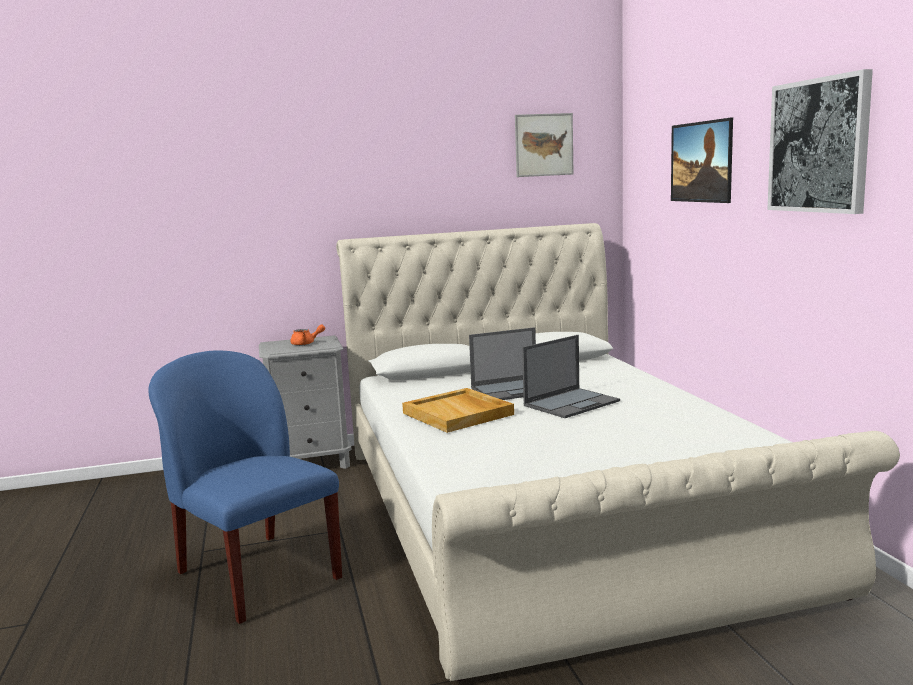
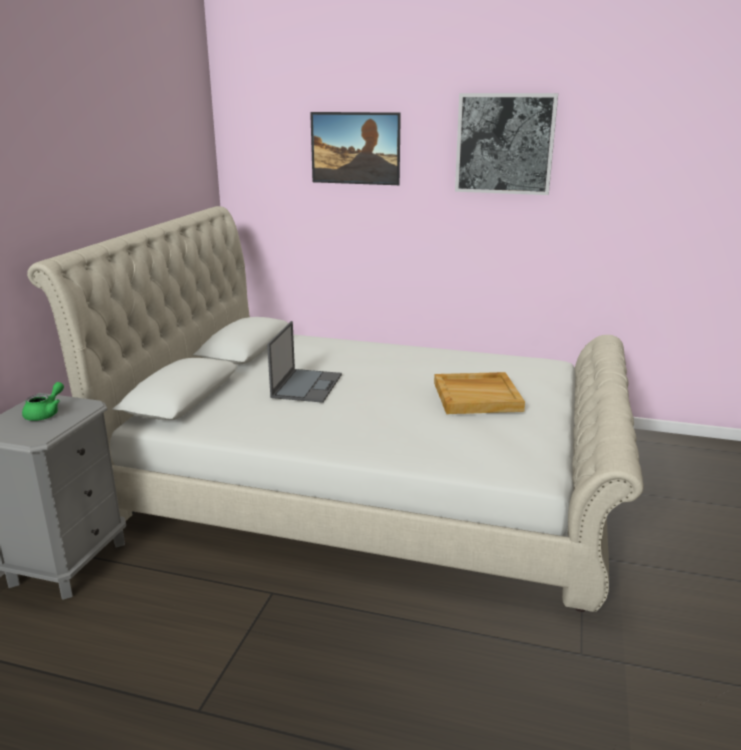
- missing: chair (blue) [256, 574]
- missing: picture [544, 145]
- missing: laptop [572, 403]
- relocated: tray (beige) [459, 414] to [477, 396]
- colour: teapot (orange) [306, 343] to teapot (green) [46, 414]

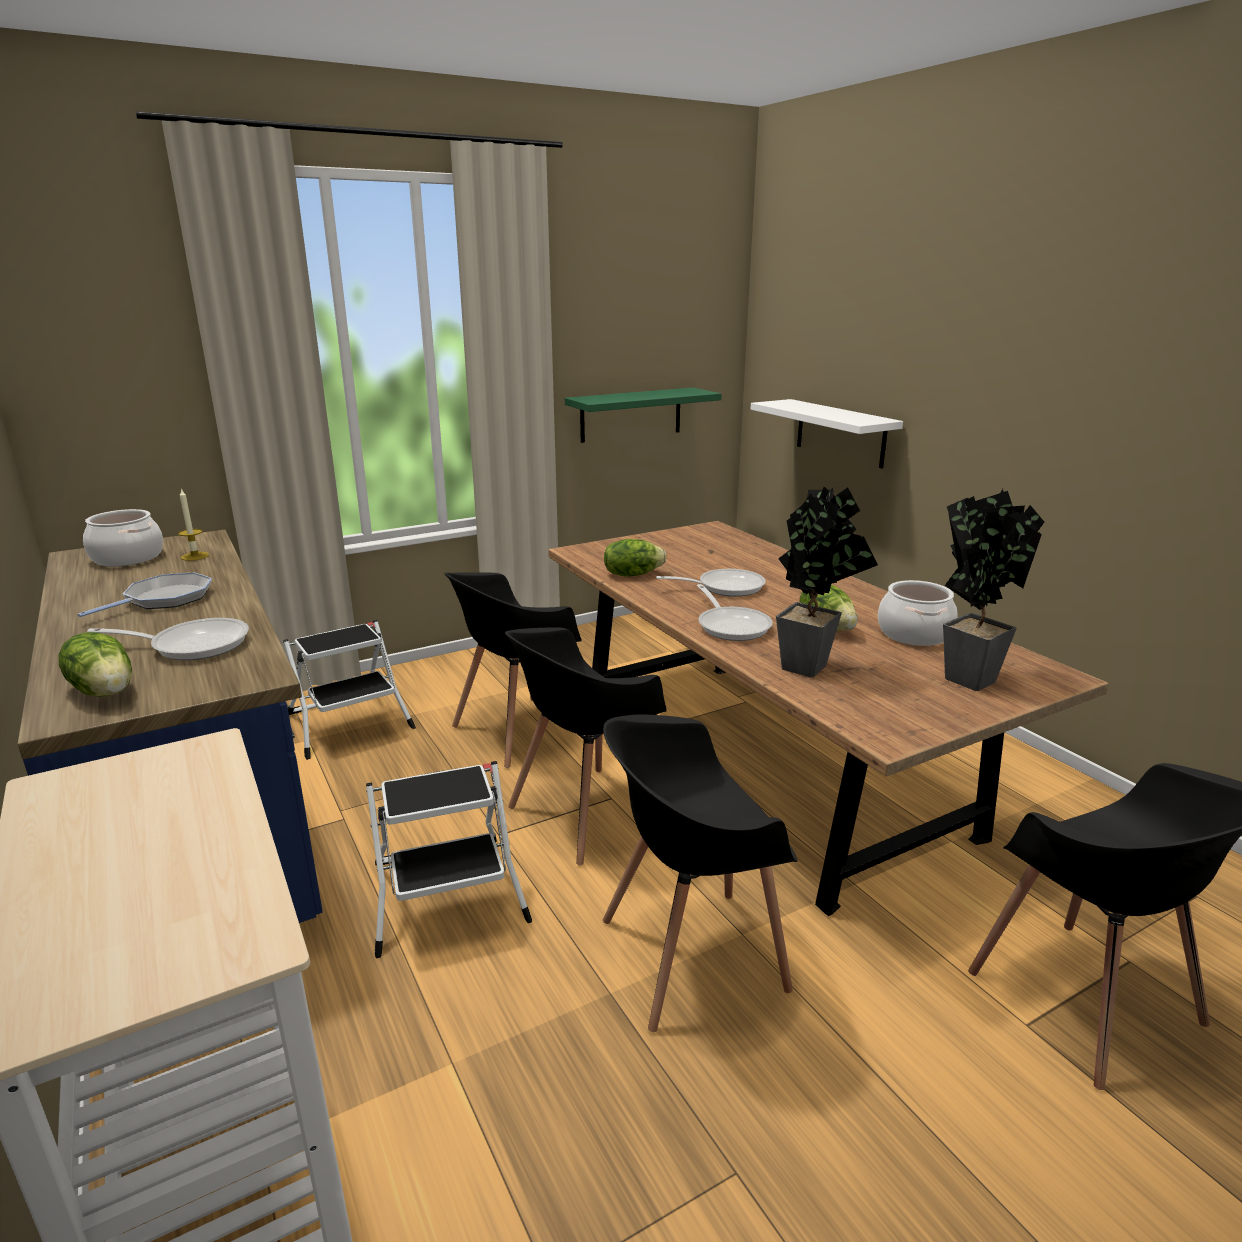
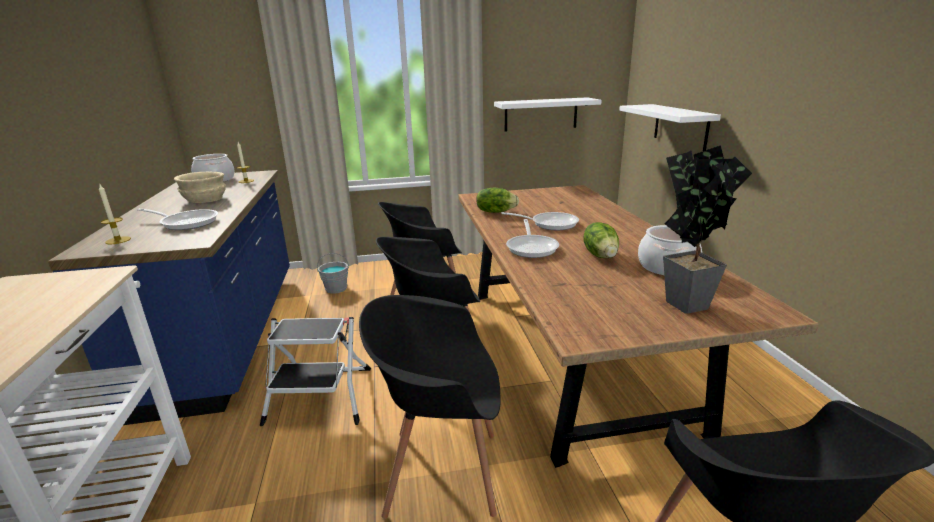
- missing: potted plant [811, 665]
- exchanged: lettuce [105, 690] to candle [118, 240]
- exchanged: frying pan [164, 599] to bowl (beige) [204, 200]
- exchanged: step ladder [347, 722] to bucket (grey) [336, 288]
- colour: shelf (green) [631, 414] to shelf (white) [541, 114]

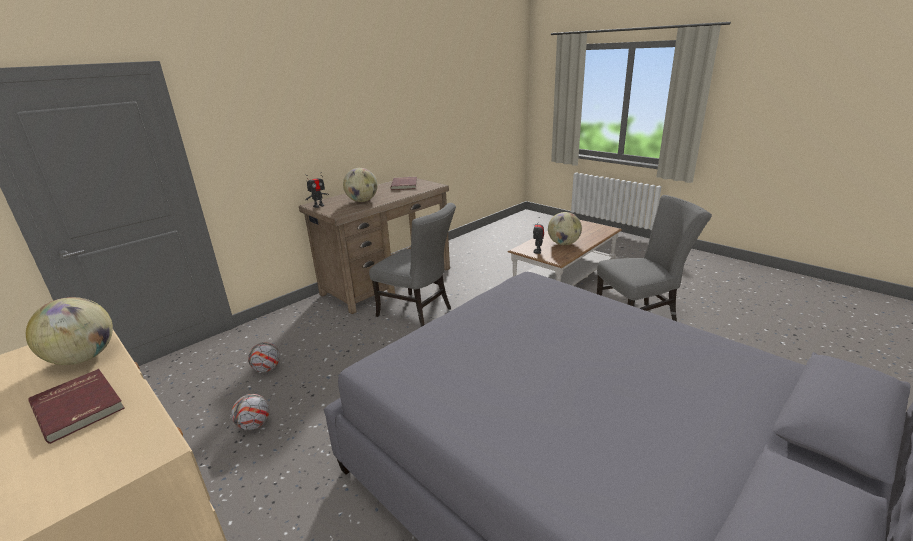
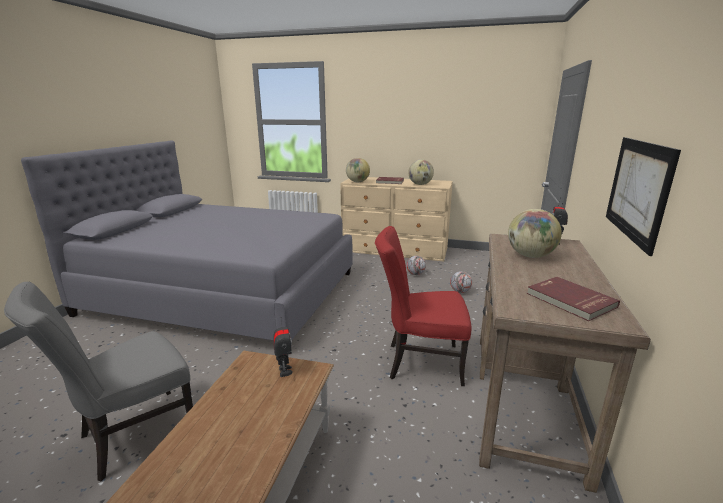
- appeared: picture [637, 190]
- relocated: globe [563, 244] to [357, 182]
- colour: chair (grey) [418, 312] to chair (red) [419, 362]

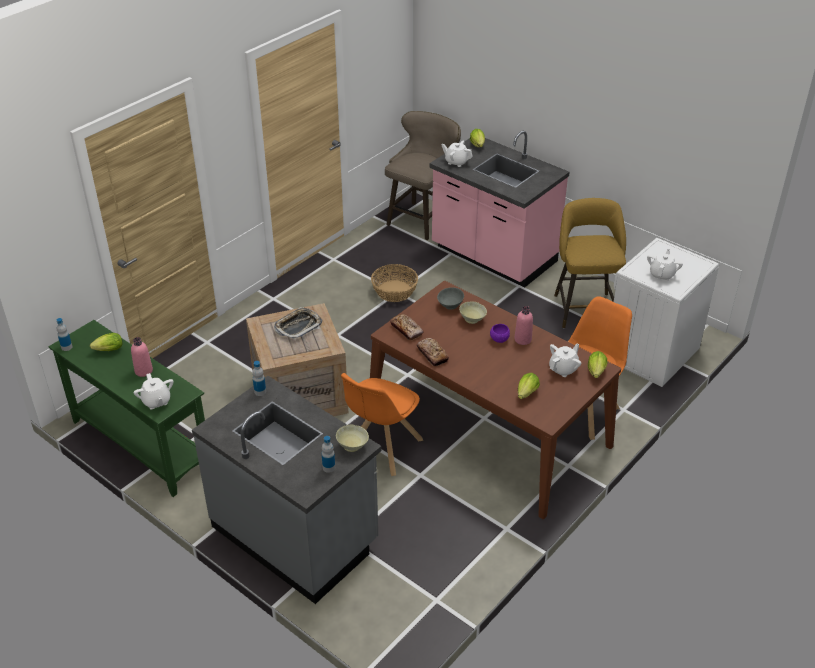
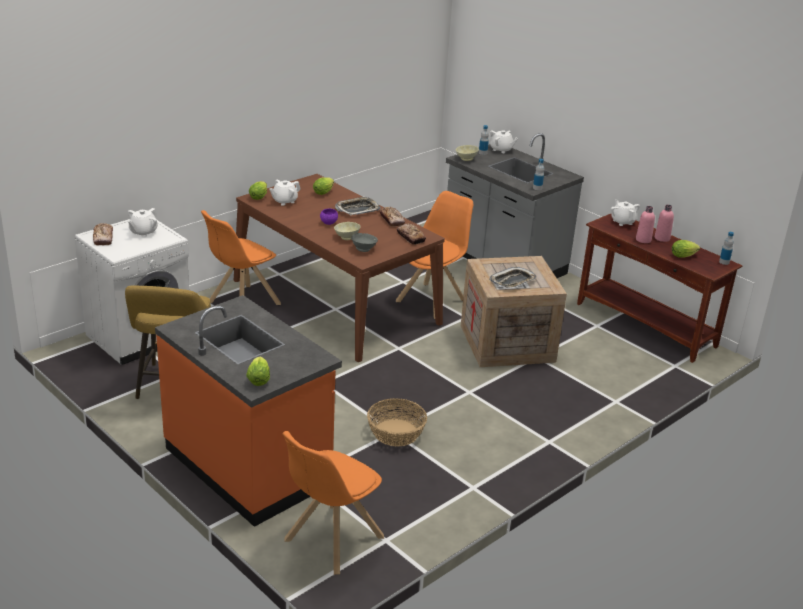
- appeared: bread [103, 238]
- appeared: tray [357, 209]
- relocated: teapot (white) [456, 162] to [501, 150]
- relocated: bottle (pink) [523, 339] to [662, 238]
- exchanged: stool (beige) [422, 219] to chair (orange) [331, 541]
- colour: console table (green) [140, 444] to console table (brown) [646, 325]
- colour: counter (pink) [493, 256] to counter (orange) [249, 465]

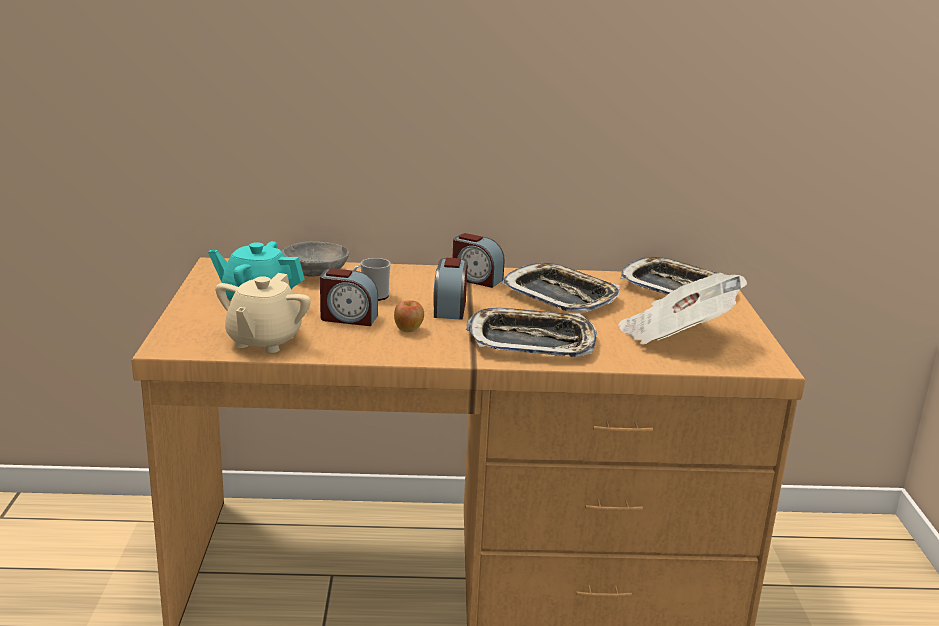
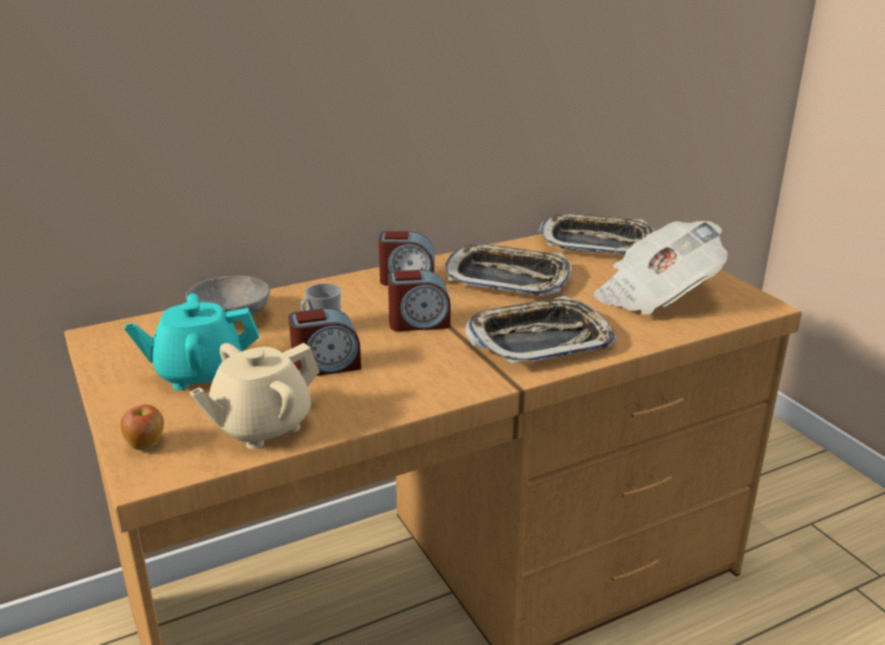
- relocated: apple [408, 330] to [146, 444]
- spun: teapot (beige) [263, 341] = [261, 426] 60 degrees clockwise
- spun: alarm clock [449, 308] = [419, 323] 75 degrees counterclockwise

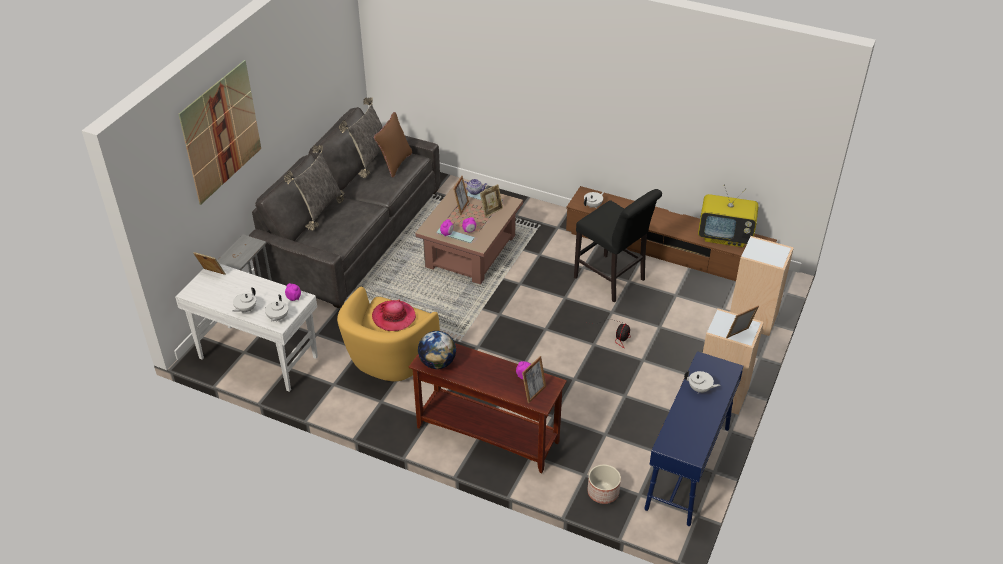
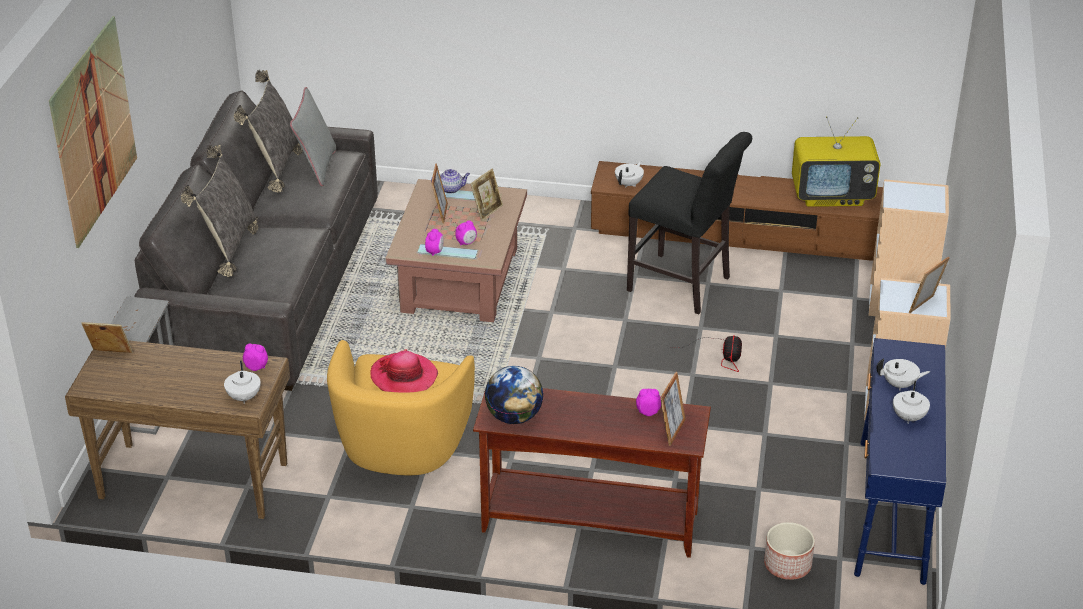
- relocated: teapot (white) [245, 309] to [908, 417]
- colour: console table (white) [257, 358] to console table (brown) [192, 481]
- colour: pillow (brown) [395, 163] to pillow (grey) [316, 167]

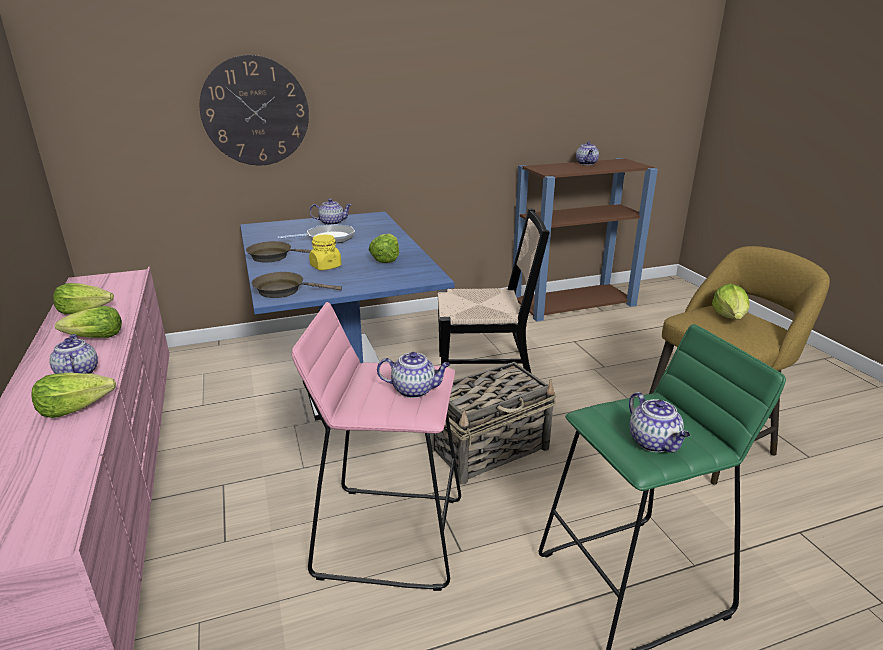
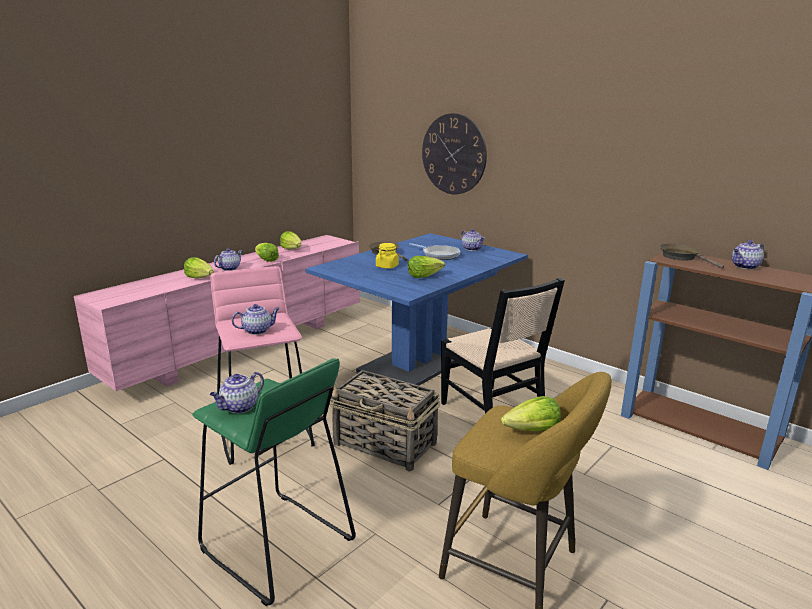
- relocated: frying pan (brown) [284, 290] to [682, 257]
- spun: teapot [415, 390] = [257, 330] 90 degrees counterclockwise

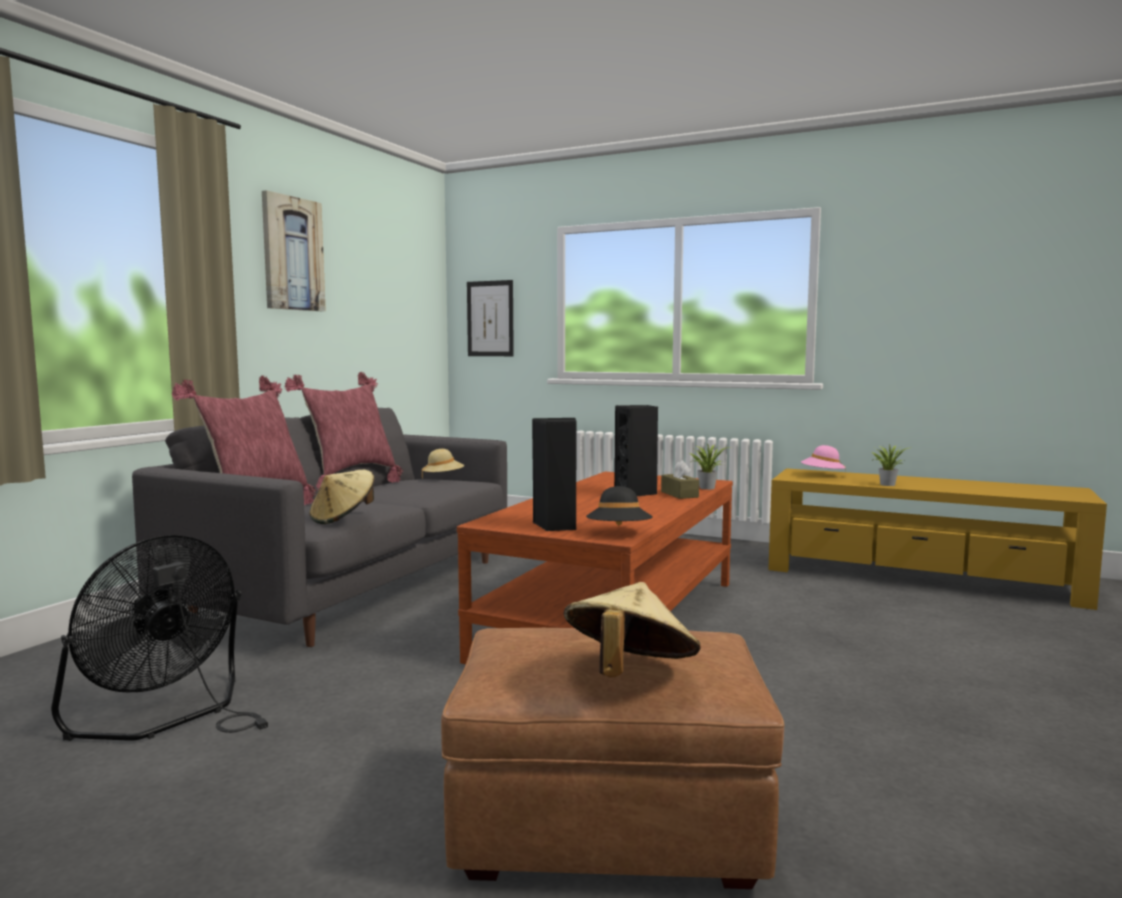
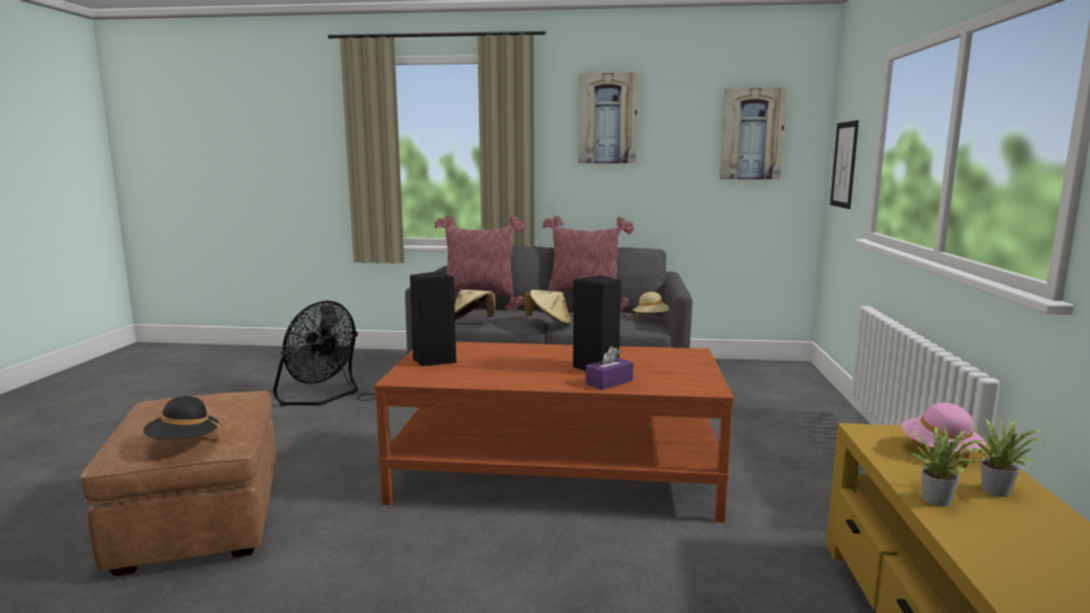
- appeared: picture [752, 134]
- relocated: hat (beige) [628, 674] to [549, 323]
- relocated: hat (black) [619, 533] to [183, 442]
- relocated: potted plant [706, 487] to [997, 490]
- colour: tissue box (brown) [679, 494] to tissue box (purple) [609, 382]
- spun: fan (black) [179, 715] = [333, 395] 75 degrees counterclockwise

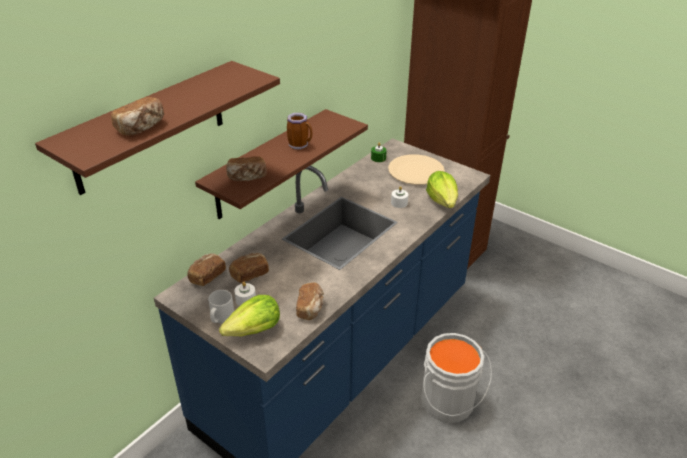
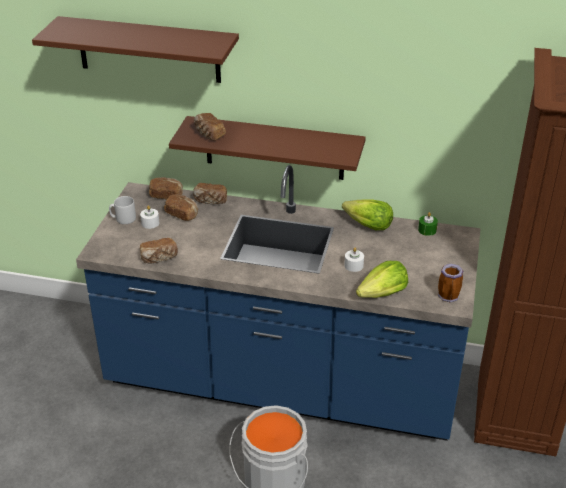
- missing: plate (beige) [416, 171]
- relocated: bread [141, 127] to [210, 201]
- relocated: lettuce [254, 330] to [367, 225]
- relocated: mug [300, 145] to [449, 297]

